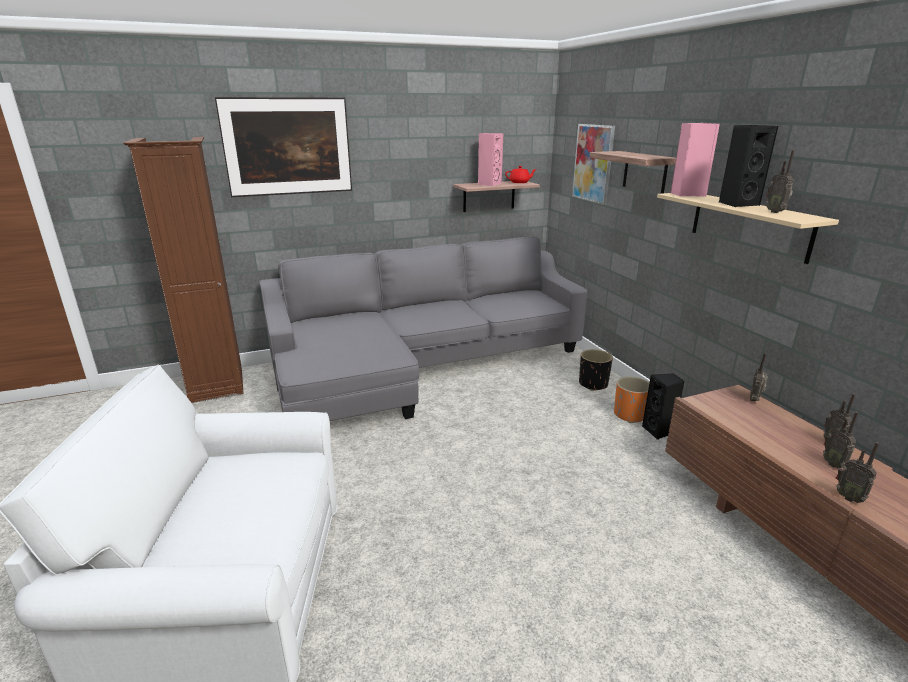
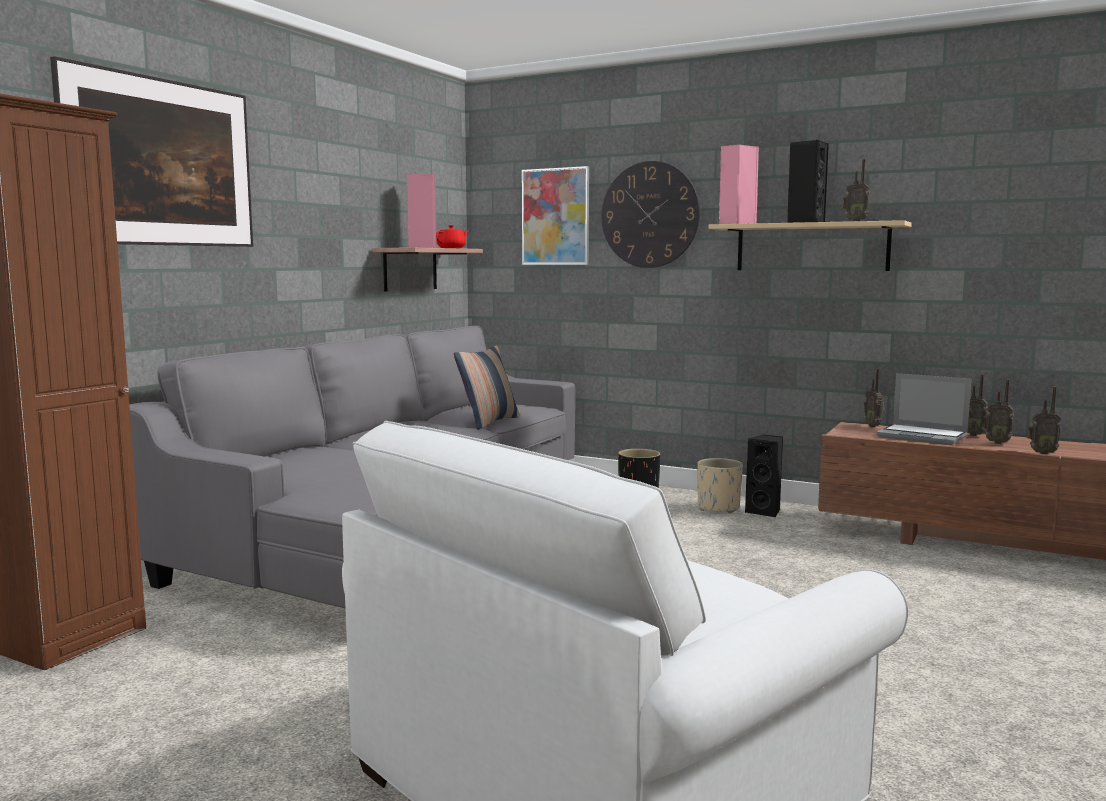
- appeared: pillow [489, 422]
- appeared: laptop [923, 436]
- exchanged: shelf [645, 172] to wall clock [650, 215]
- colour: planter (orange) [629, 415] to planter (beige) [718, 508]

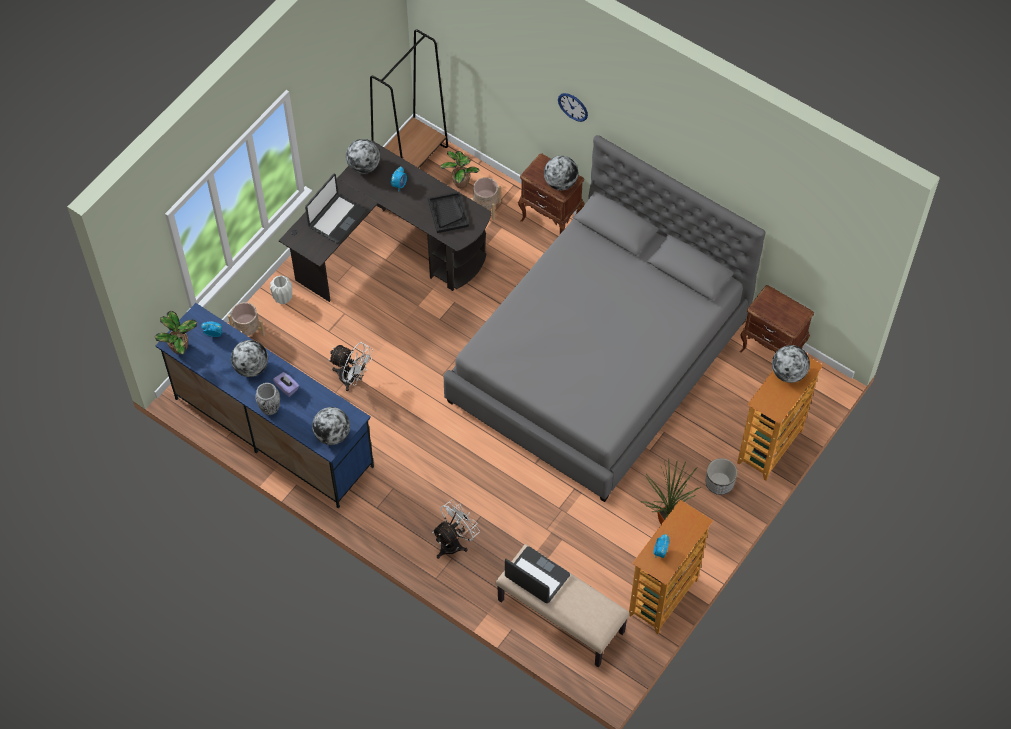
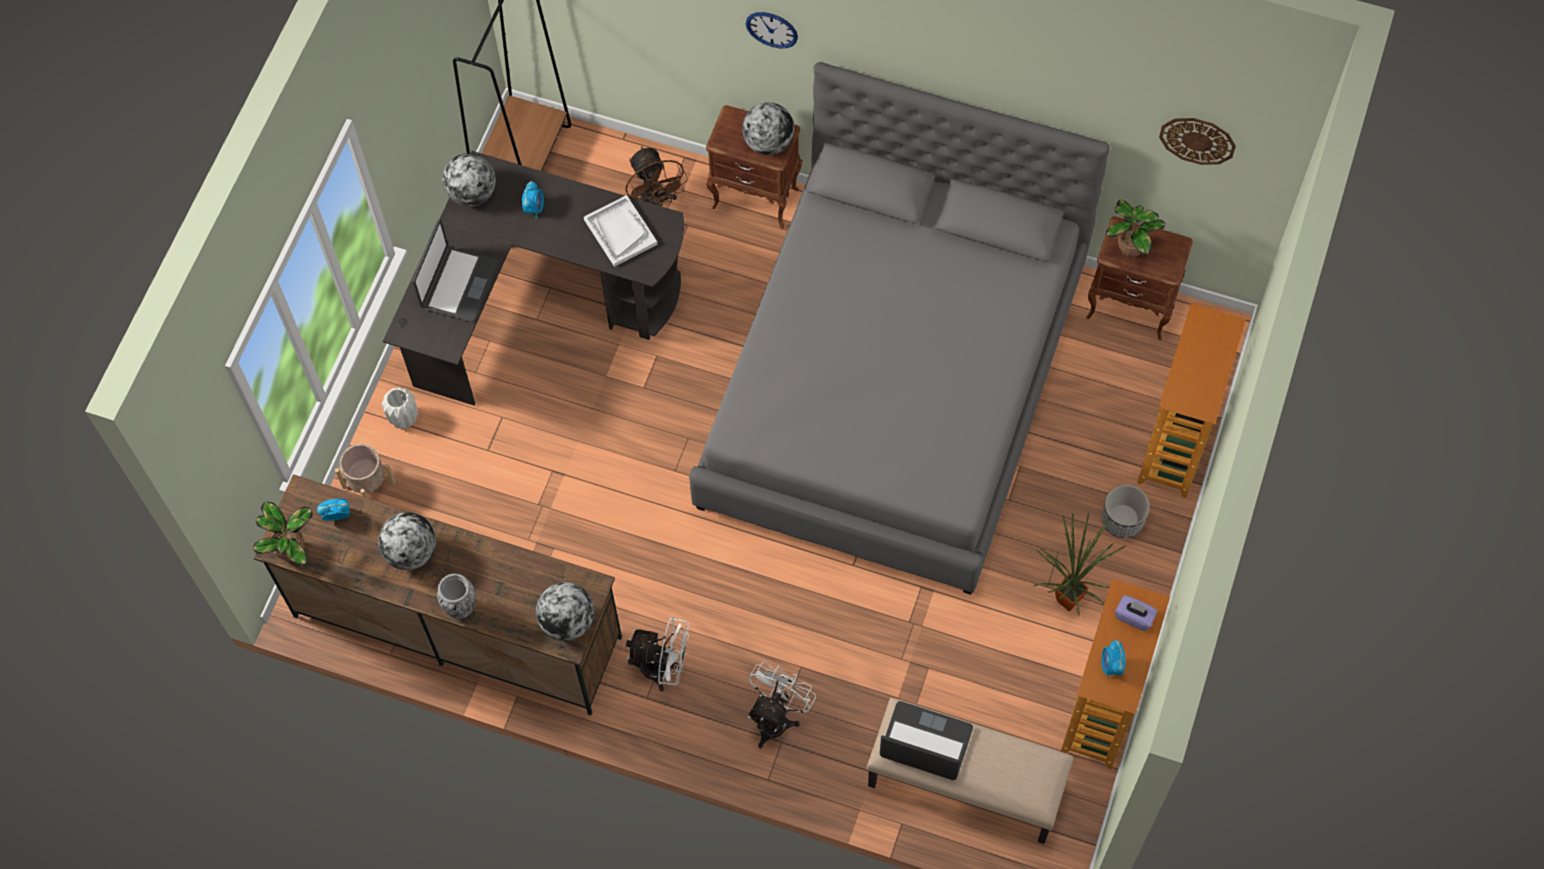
- missing: globe [788, 373]
- appeared: wall clock [1197, 140]
- relocated: tissue box (purple) [287, 387] to [1134, 617]
- relocated: fan (white) [352, 378] to [662, 668]
- relocated: potted plant [460, 182] to [1129, 248]
- exchanged: planter (beige) [485, 207] to fan (brown) [655, 202]
- colour: dresser (blue) [272, 432] to dresser (brown) [455, 628]
- colour: tray (black) [448, 213] to tray (white) [620, 232]

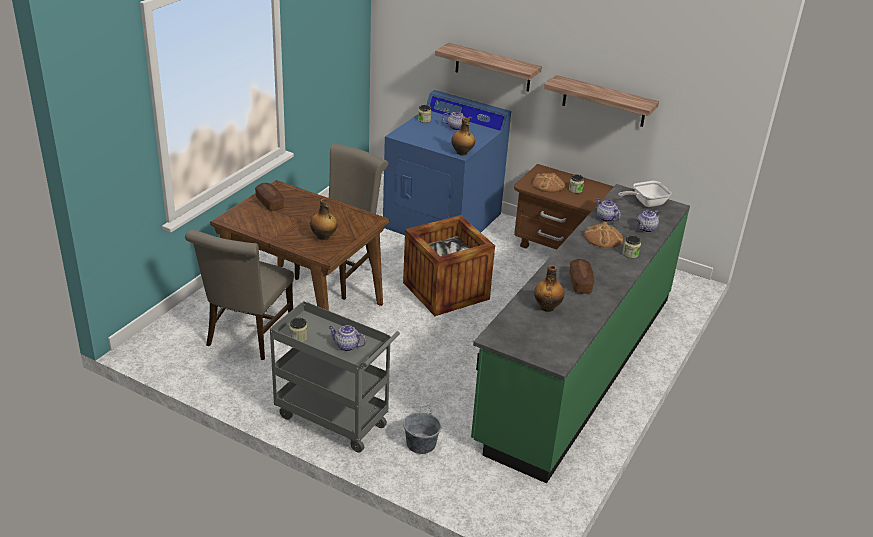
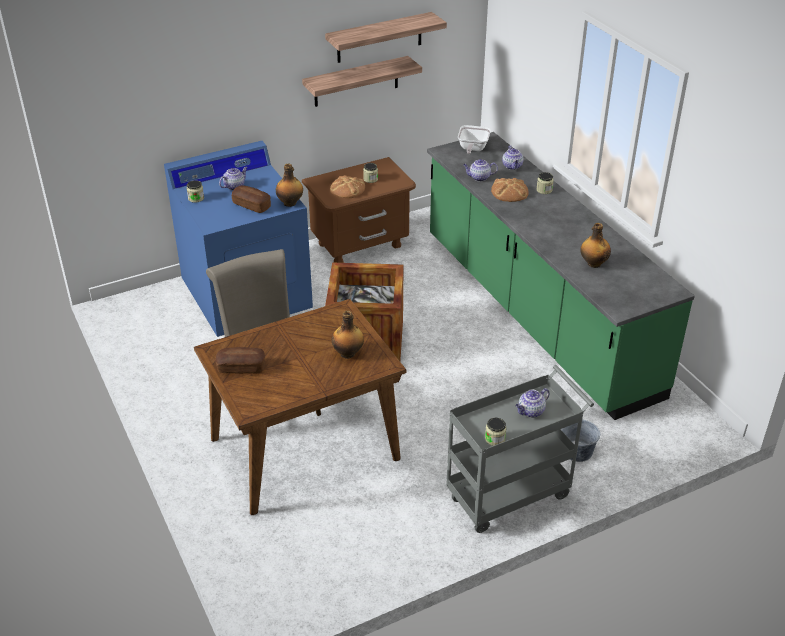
- missing: chair (beige) [247, 337]
- relocated: shelf [493, 67] to [379, 37]
- relocated: bread [580, 283] to [251, 205]

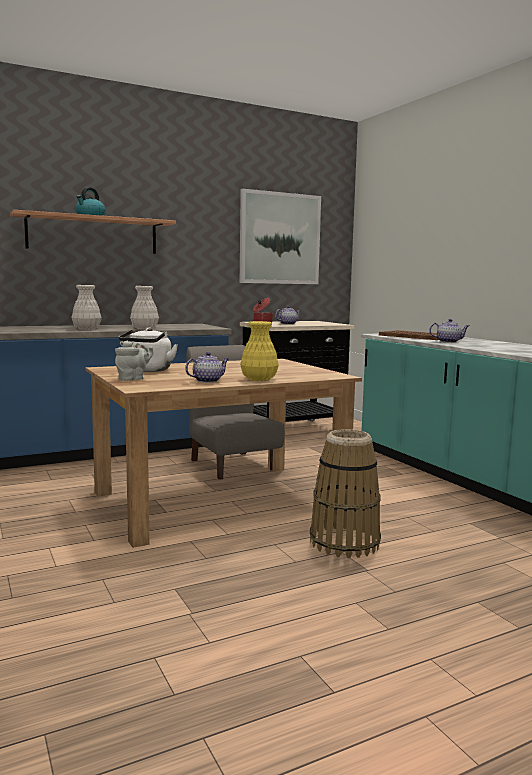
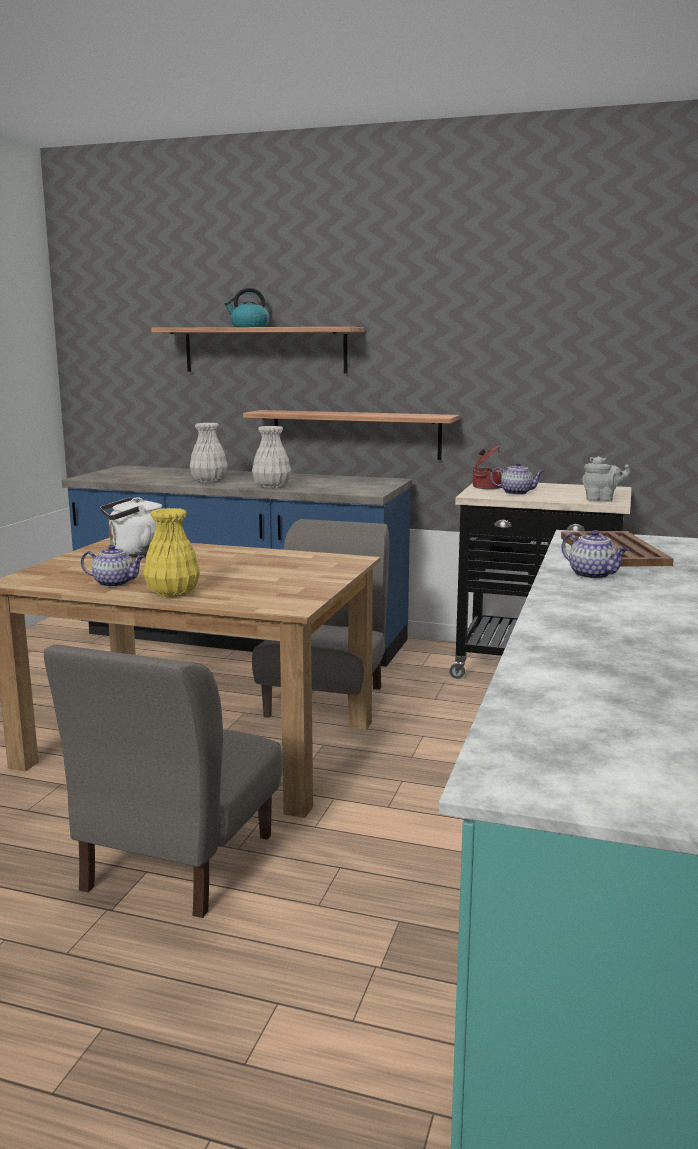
- missing: picture [280, 238]
- appeared: shelf [356, 434]
- relocated: teapot (grey) [133, 379] to [602, 500]
- exchanged: basket [344, 542] to chair (grey) [177, 862]

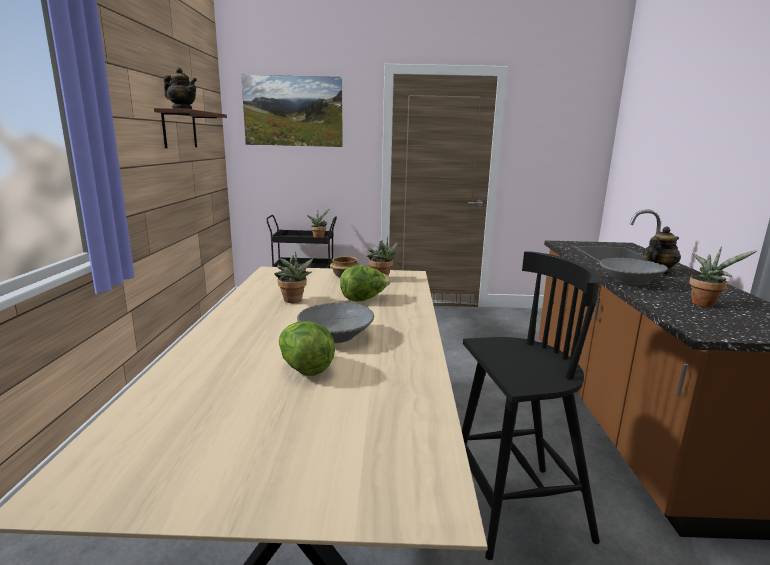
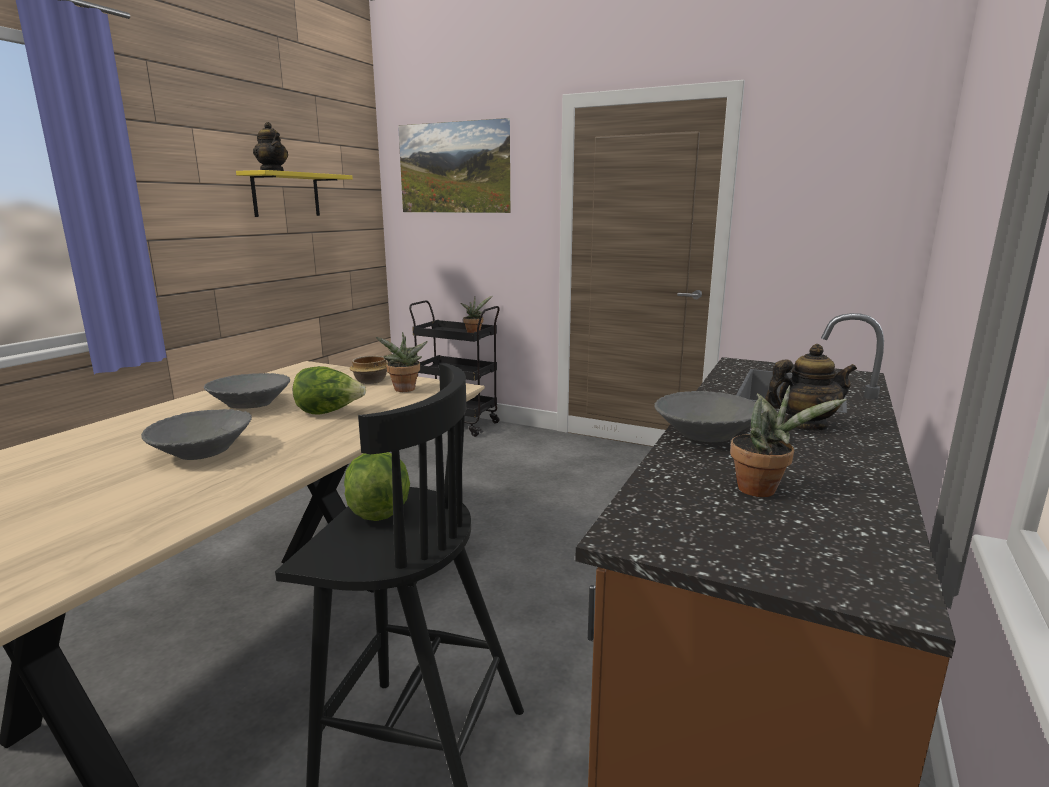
- relocated: lettuce [305, 368] to [379, 509]
- exchanged: potted plant [293, 301] to bowl (grey) [250, 404]
- colour: shelf (brown) [179, 129] to shelf (yellow) [286, 195]

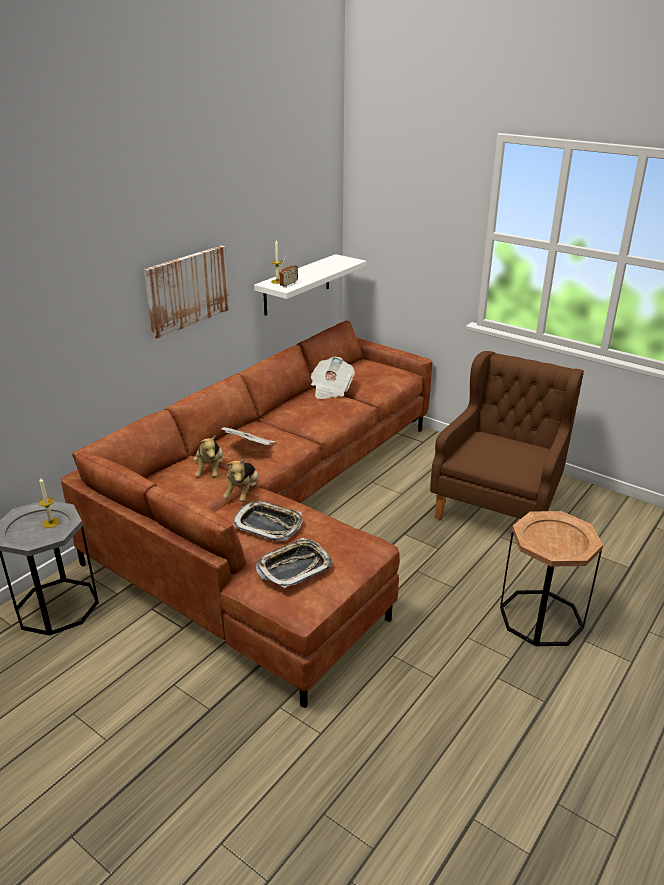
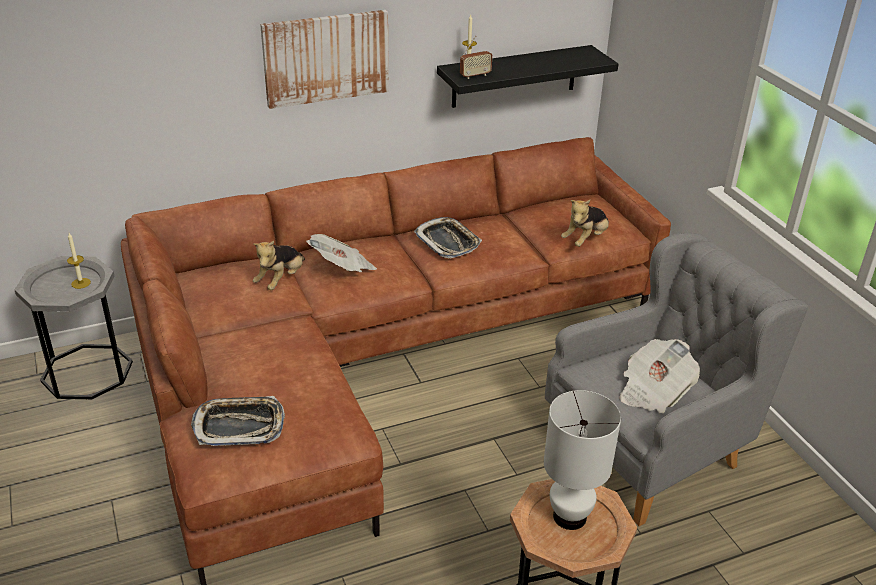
- appeared: table lamp (white) [570, 517]
- relocated: plush toy [243, 493] to [585, 239]
- relocated: tray [268, 524] to [448, 242]
- relocated: newspaper [331, 390] to [653, 391]
- colour: shelf (white) [297, 285] to shelf (black) [514, 76]
- colour: armchair (brown) [499, 505] to armchair (grey) [651, 451]

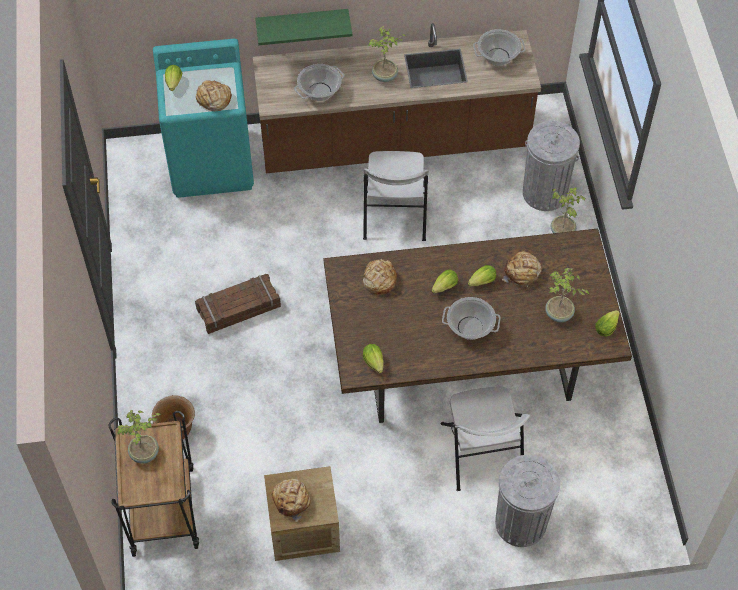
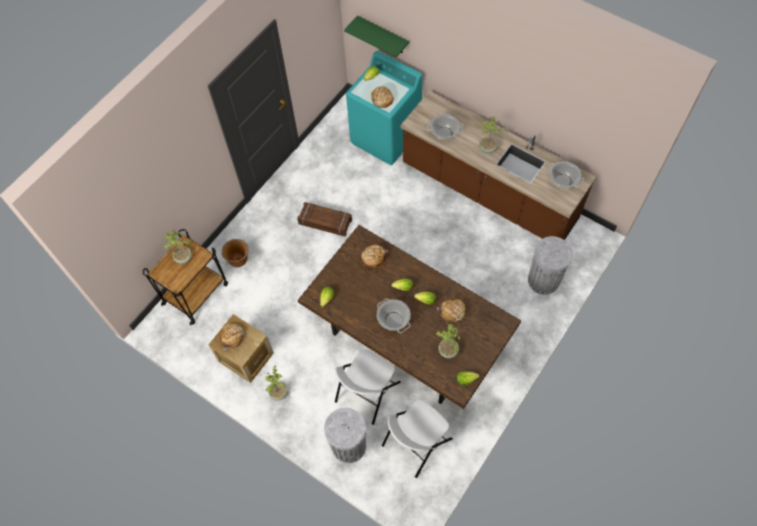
- relocated: shelf (green) [302, 24] to [383, 35]
- relocated: chair (white) [394, 212] to [416, 442]
- relocated: potted plant [562, 231] to [279, 392]

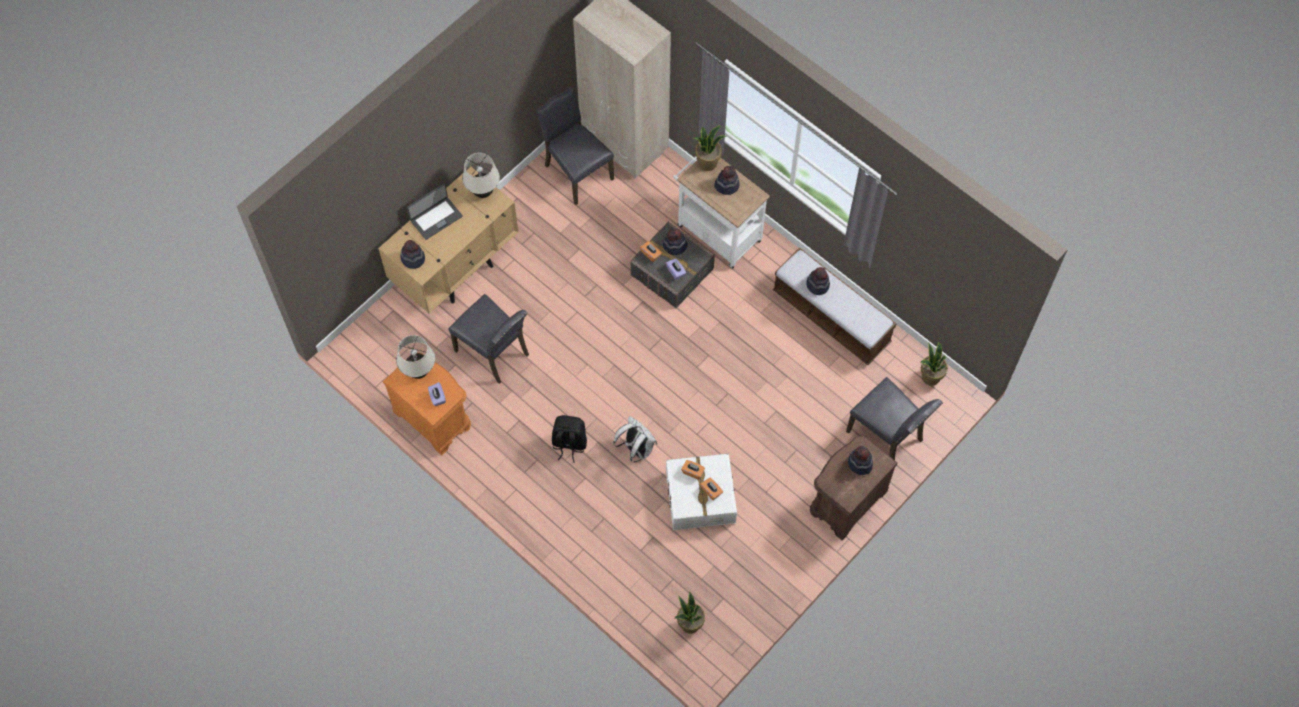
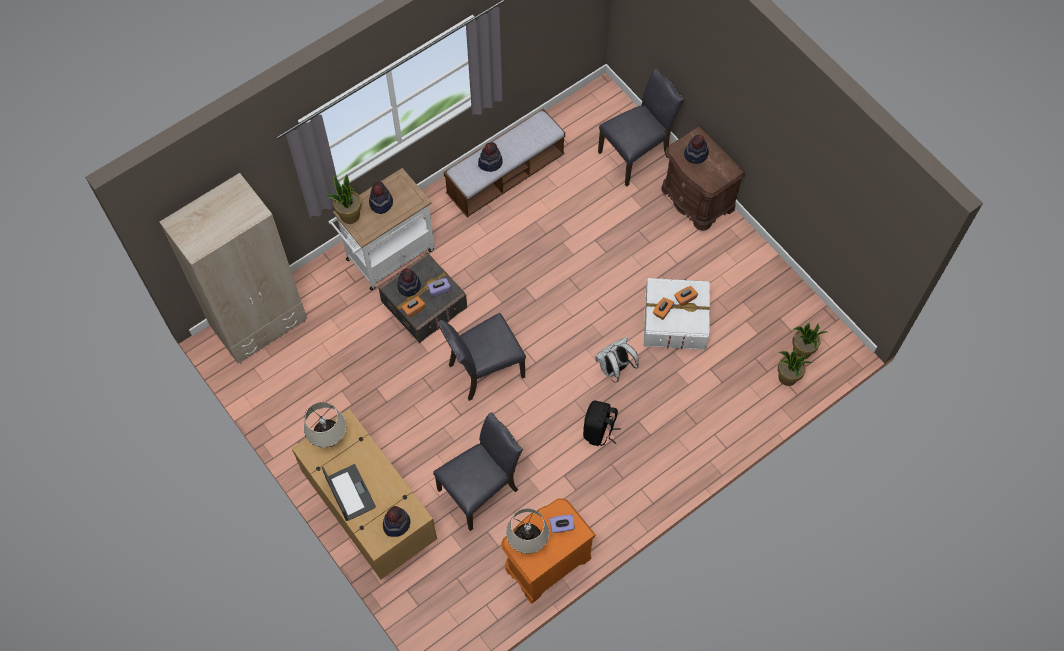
- relocated: chair (grey) [576, 171] to [484, 370]
- relocated: potted plant [930, 377] to [787, 377]

